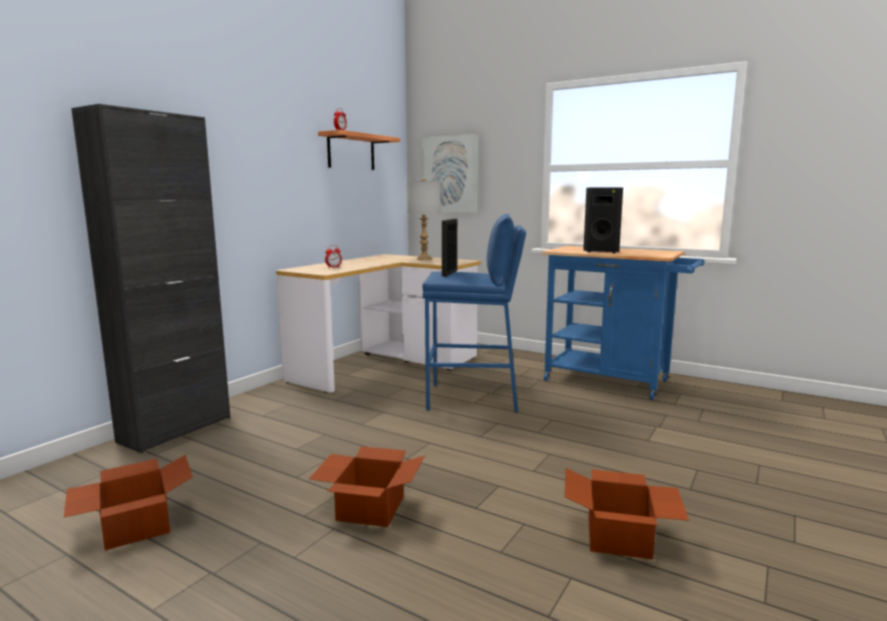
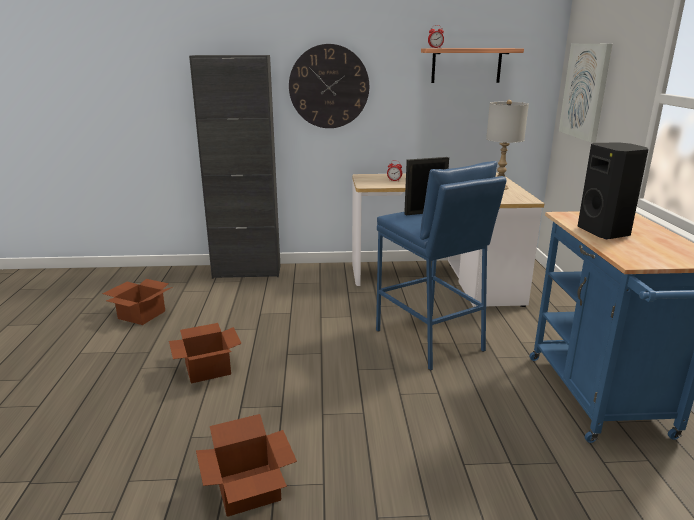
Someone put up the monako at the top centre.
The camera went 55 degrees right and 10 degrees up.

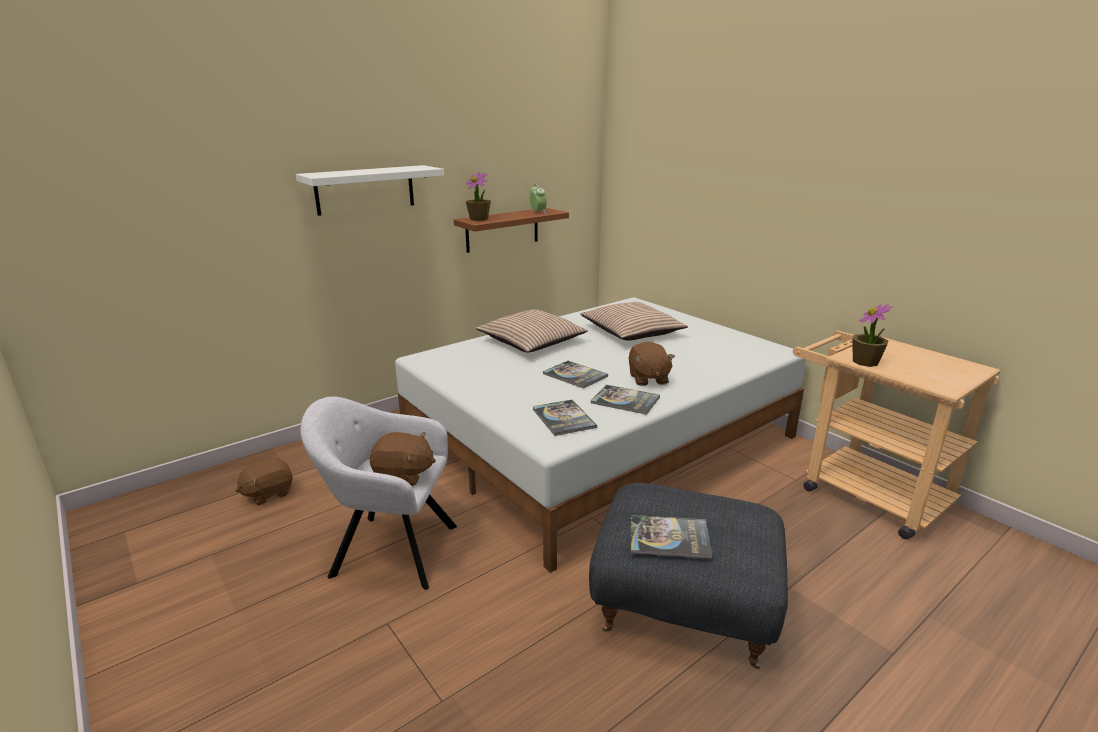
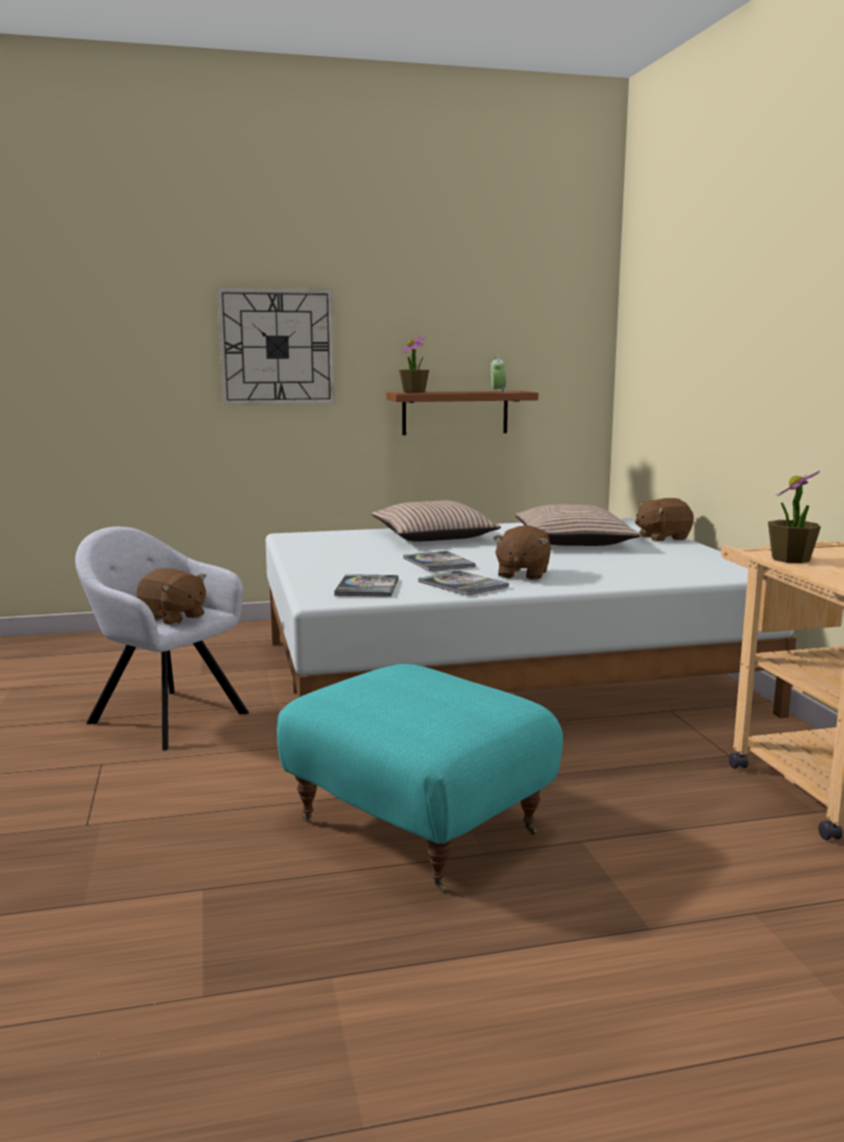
Someone swapped the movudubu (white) at the top centre for the monako at the top left.
Someone repainted the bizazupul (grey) at the bottom centre, which became the bizazupul (turquoise) at the bottom centre.
Someone carried the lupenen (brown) (1st from left in the first image) from the middle left to the middle right.
Someone took away the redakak (4th from left) at the bottom centre.
The camera went 25 degrees right and 10 degrees down.

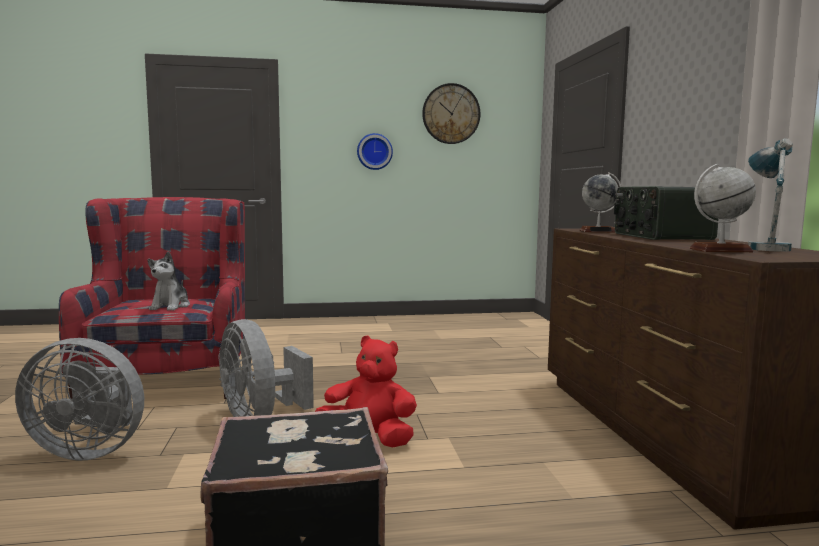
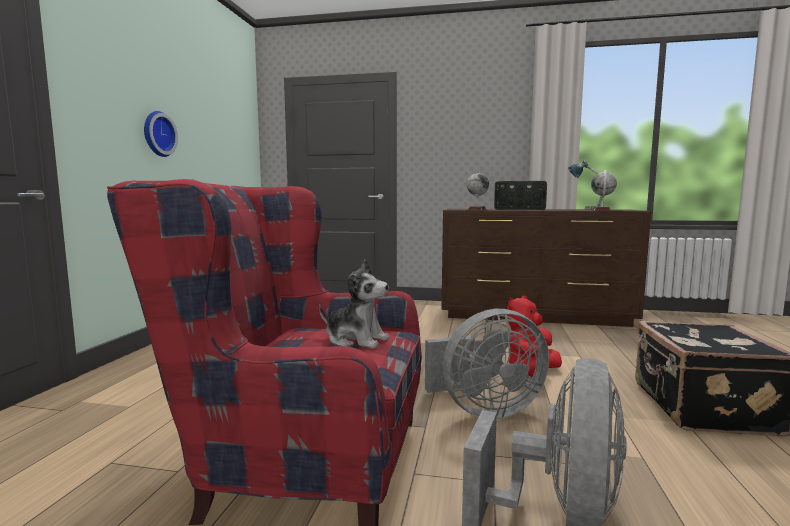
Someone took away the monako (2nd from left) at the top centre.
The camera went 70 degrees left and 0 degrees up.

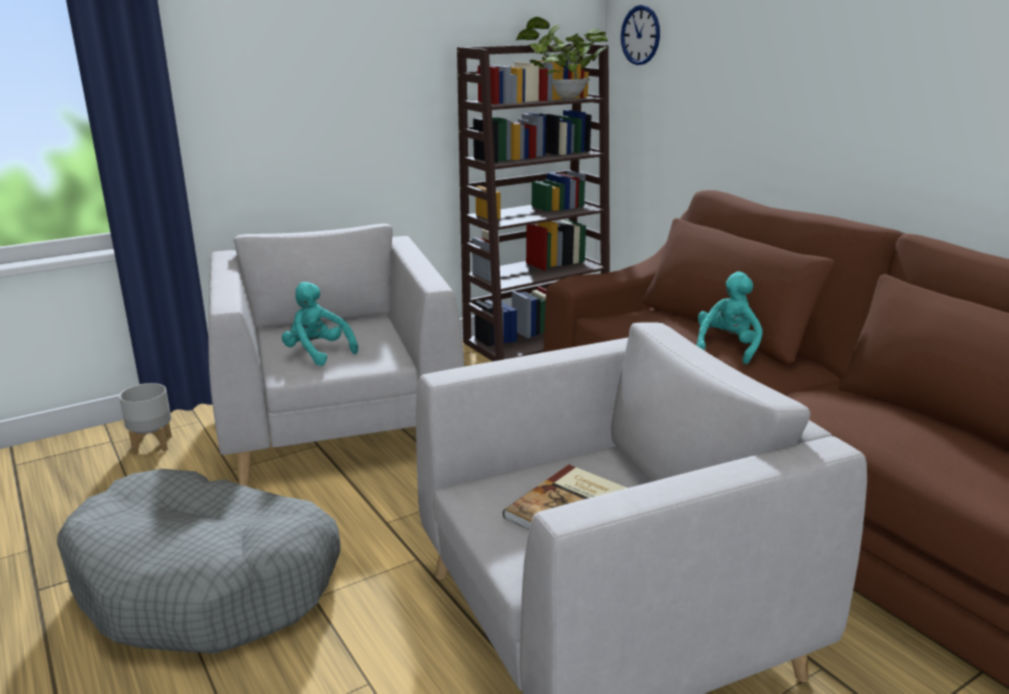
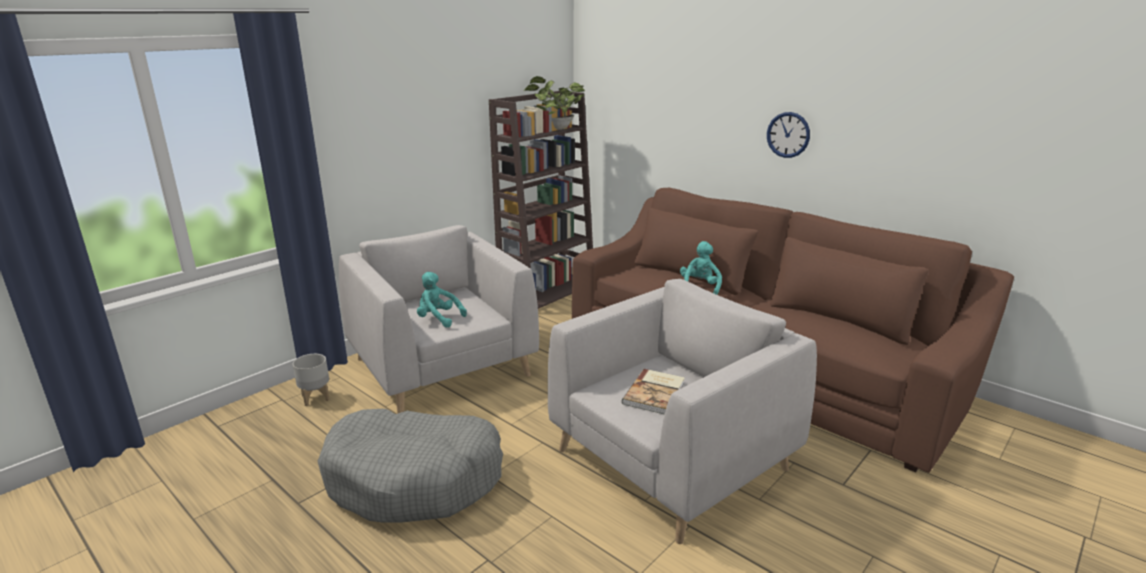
Someone carried the monako from the top centre to the top right.
The camera went 15 degrees left and 0 degrees up.

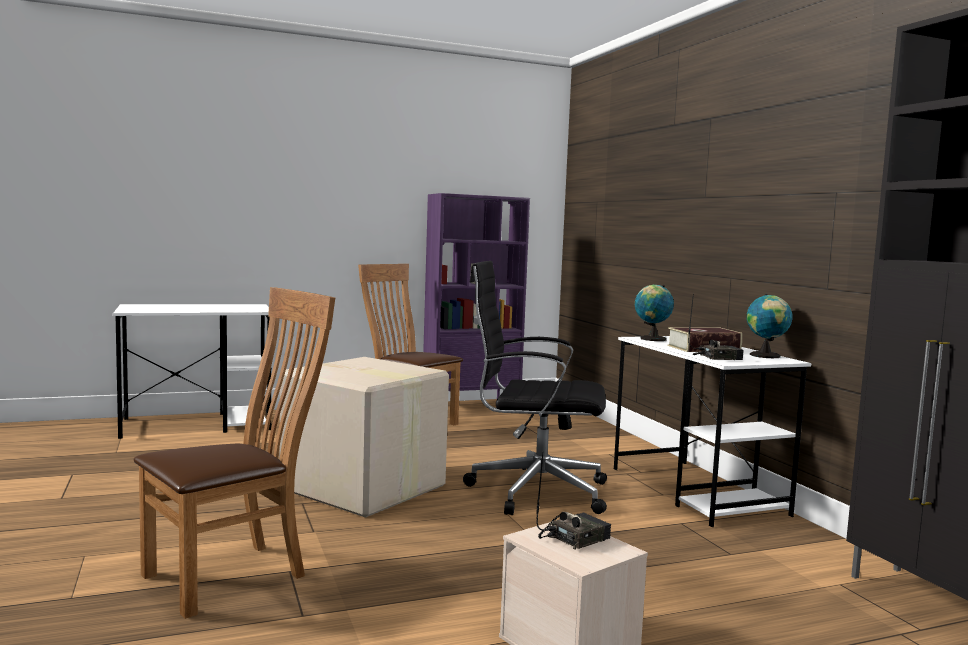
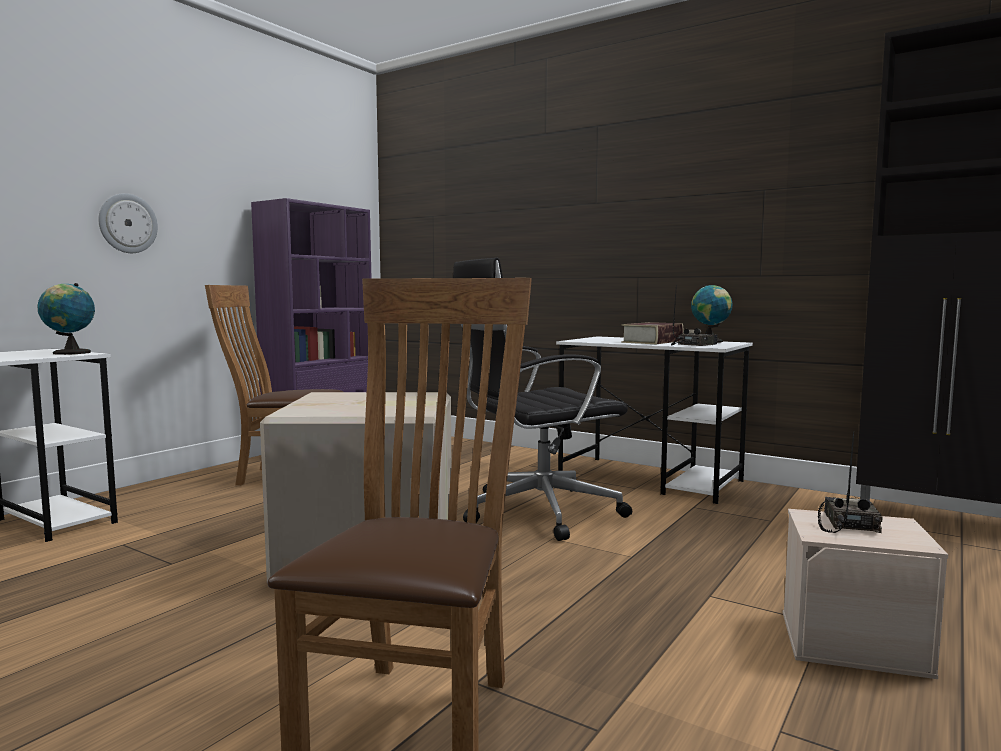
Someone carried the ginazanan (1st from left) from the middle right to the middle left.
Someone put up the monako at the top left.
The camera went 35 degrees left and 0 degrees up.

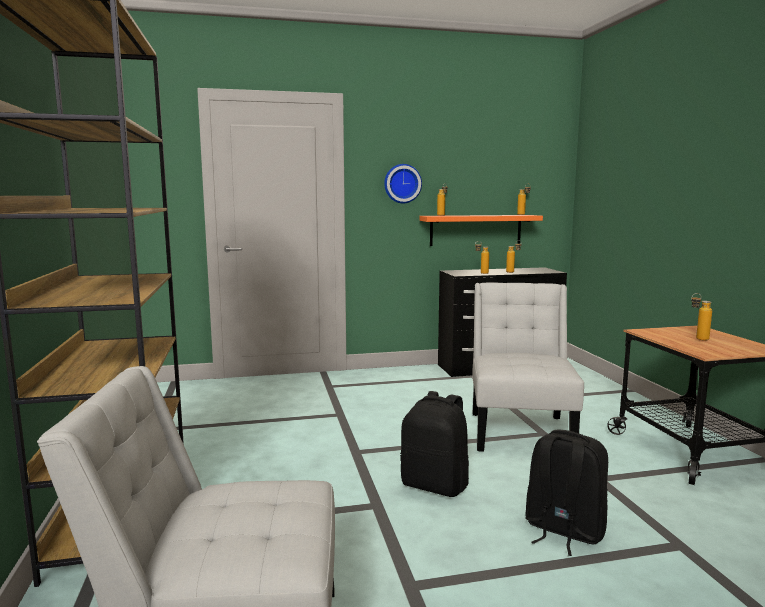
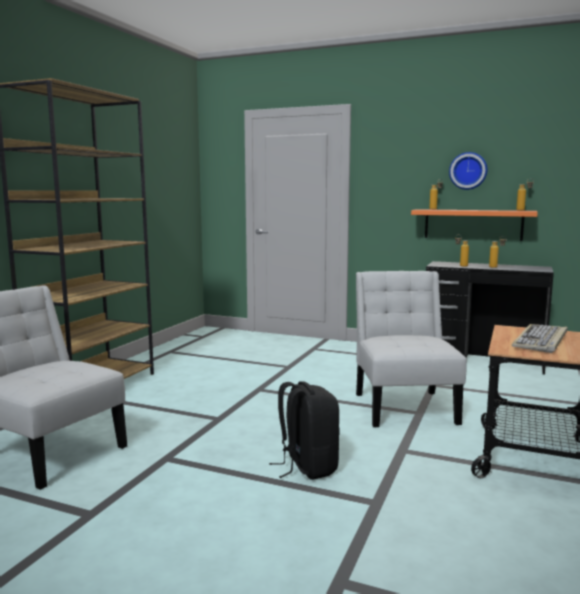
Someone rotated the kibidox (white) (2nd from left) at the middle right by 45 degrees counterclockwise.
Someone carried the monako from the top centre to the top right.
Someone swapped the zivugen (5th from left) at the middle right for the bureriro at the middle right.
Someone took away the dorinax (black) (1st from left) at the bottom centre.
The camera went 35 degrees right and 0 degrees up.

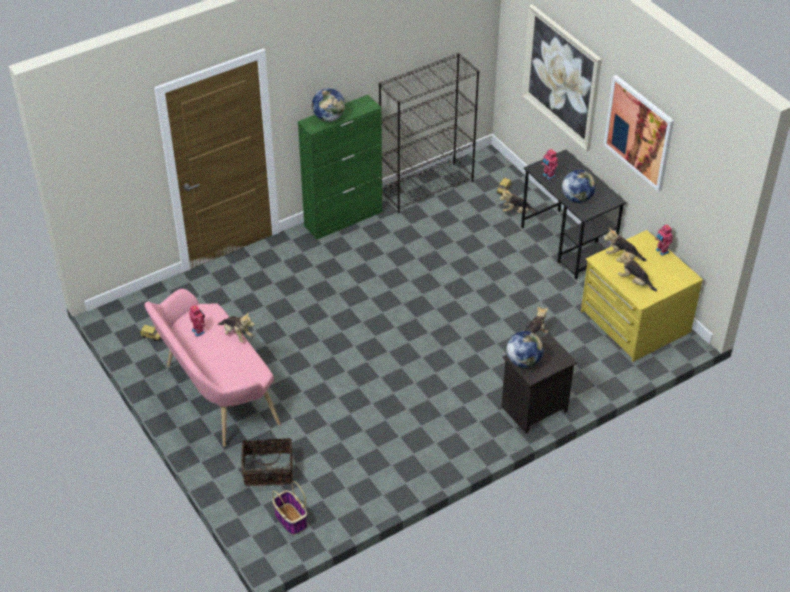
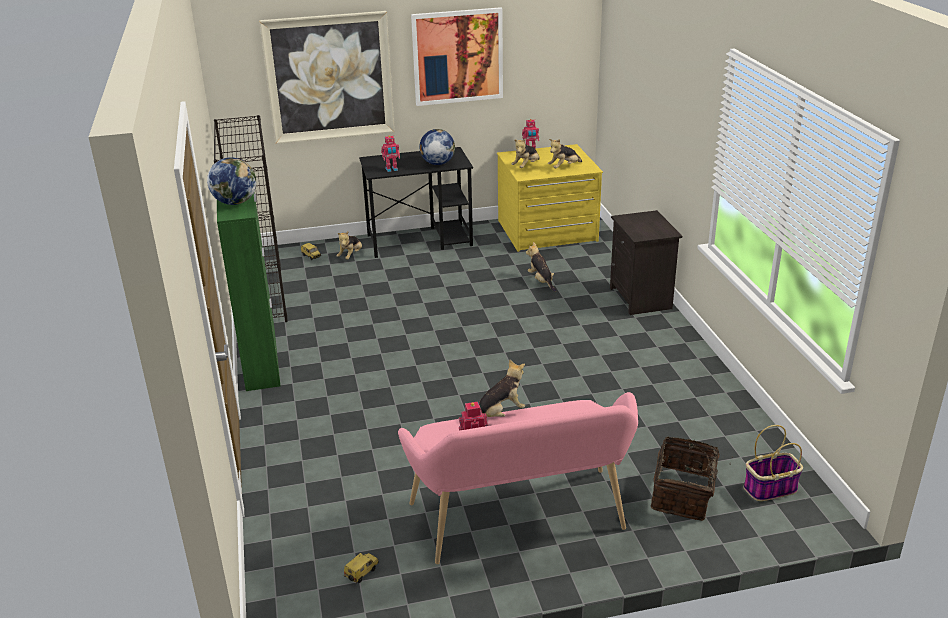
Someone took away the ginazanan (2nd from left) at the centre.
The camera went 70 degrees left and 15 degrees down.

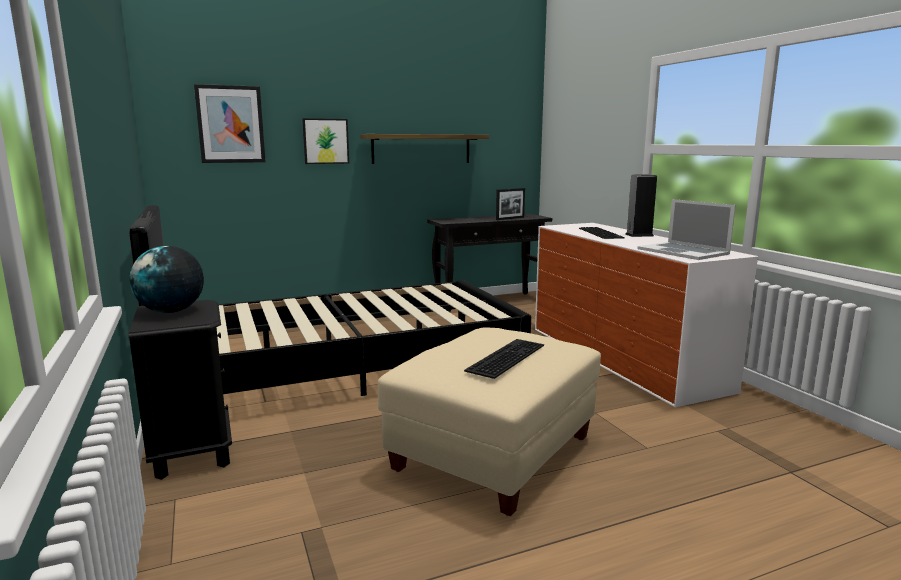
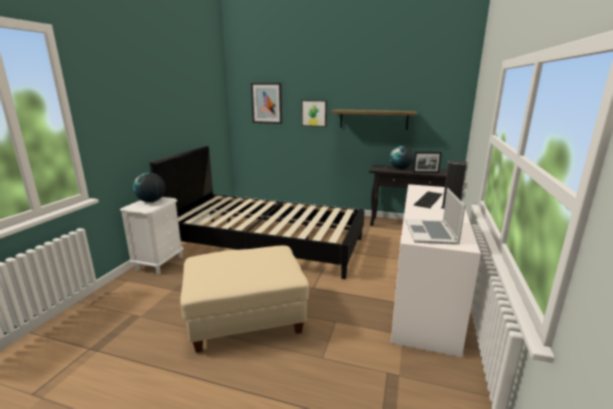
Someone repainted the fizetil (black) at the bottom left, which became the fizetil (white) at the middle left.
Someone put down the ginazanan (2nd from left) at the centre.
Someone took away the bureriro (1st from left) at the centre.
The camera went 40 degrees right and 5 degrees up.

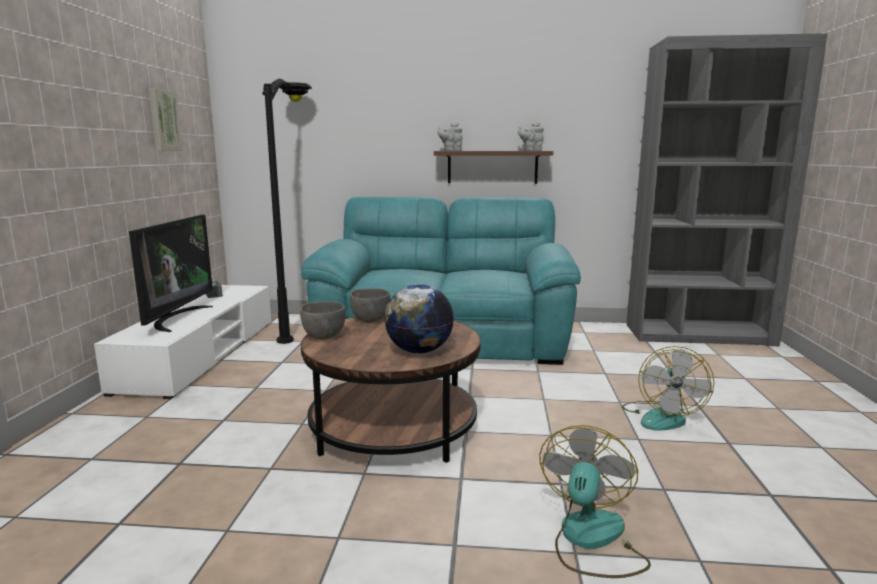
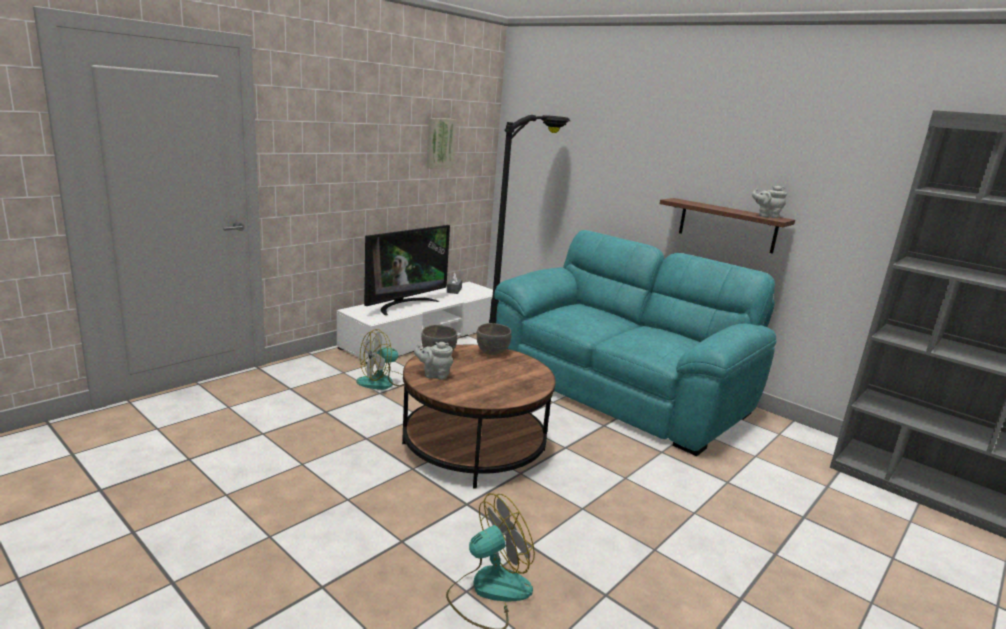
Someone carried the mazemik (2nd from left in the first image) from the middle right to the centre.
Someone carried the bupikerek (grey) (1st from left) from the top centre to the centre.
Someone took away the ginazanan at the centre.
The camera went 35 degrees right and 5 degrees up.

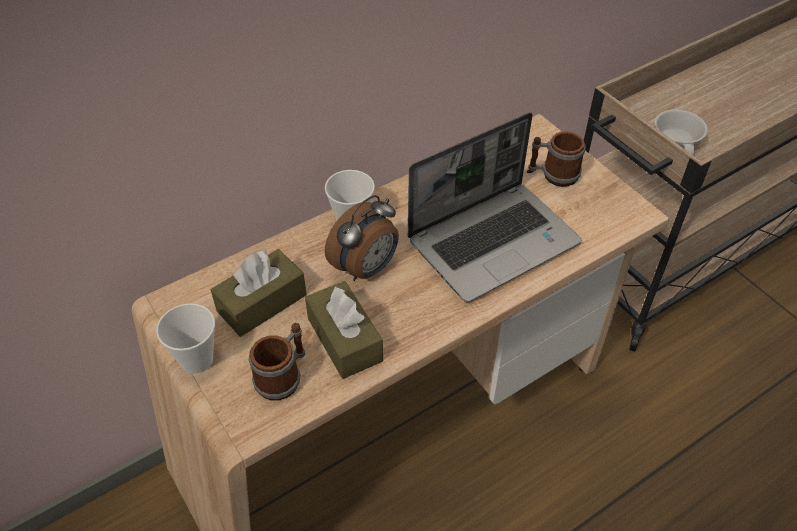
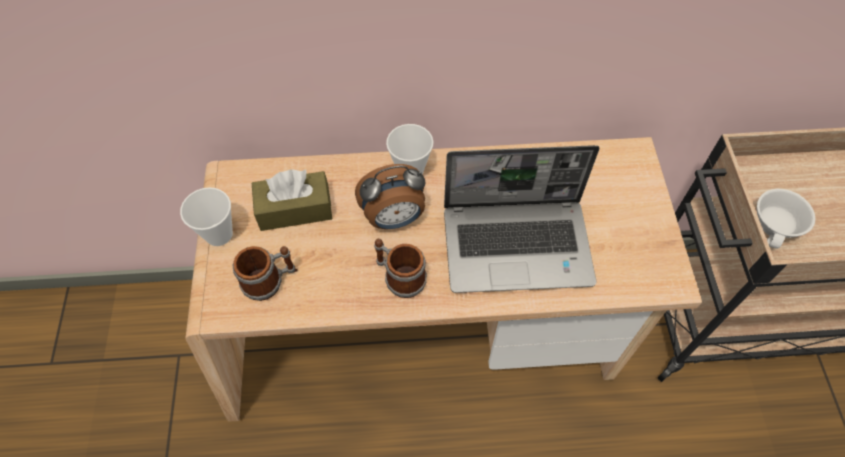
Someone carried the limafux (2nd from left) from the top right to the centre.
Someone took away the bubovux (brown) (2nd from left) at the centre.
The camera went 30 degrees right and 10 degrees up.

